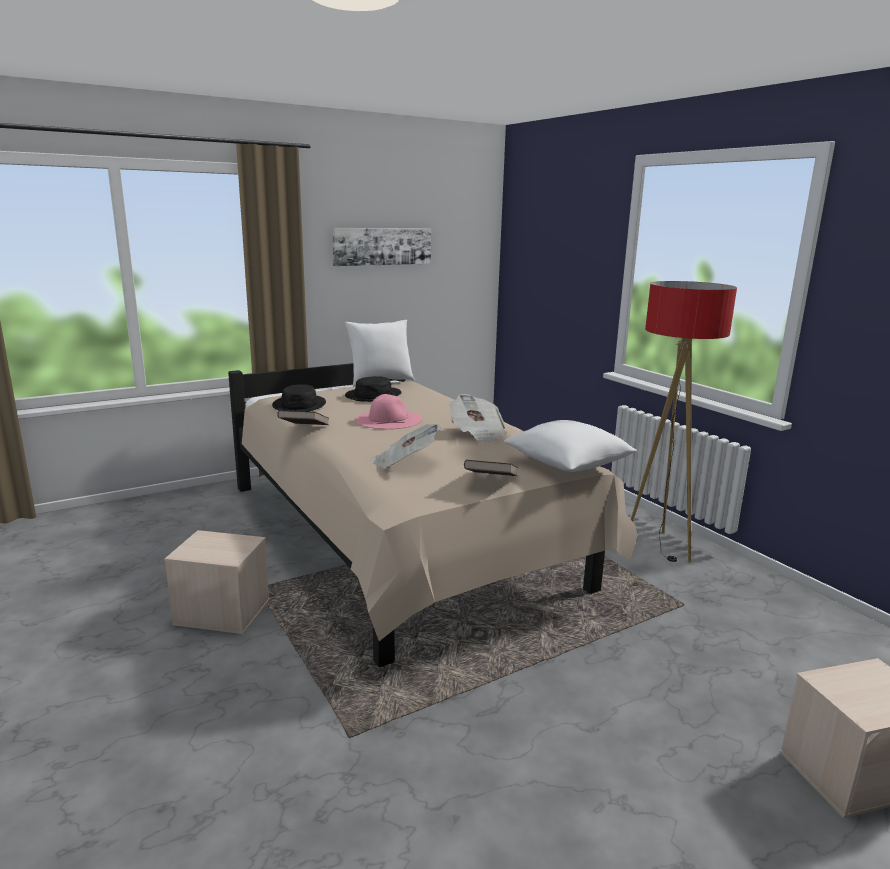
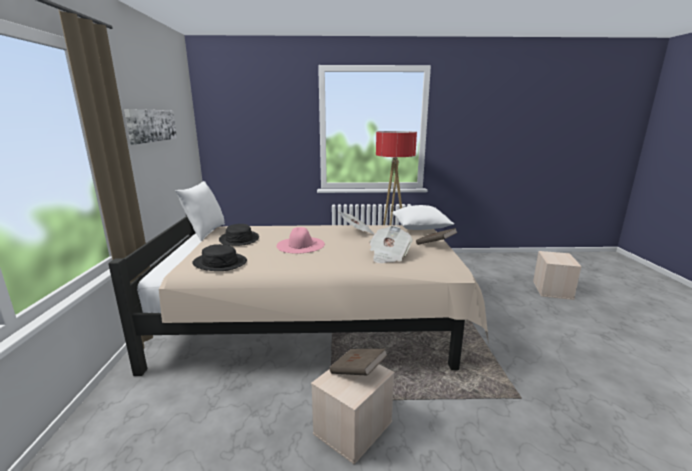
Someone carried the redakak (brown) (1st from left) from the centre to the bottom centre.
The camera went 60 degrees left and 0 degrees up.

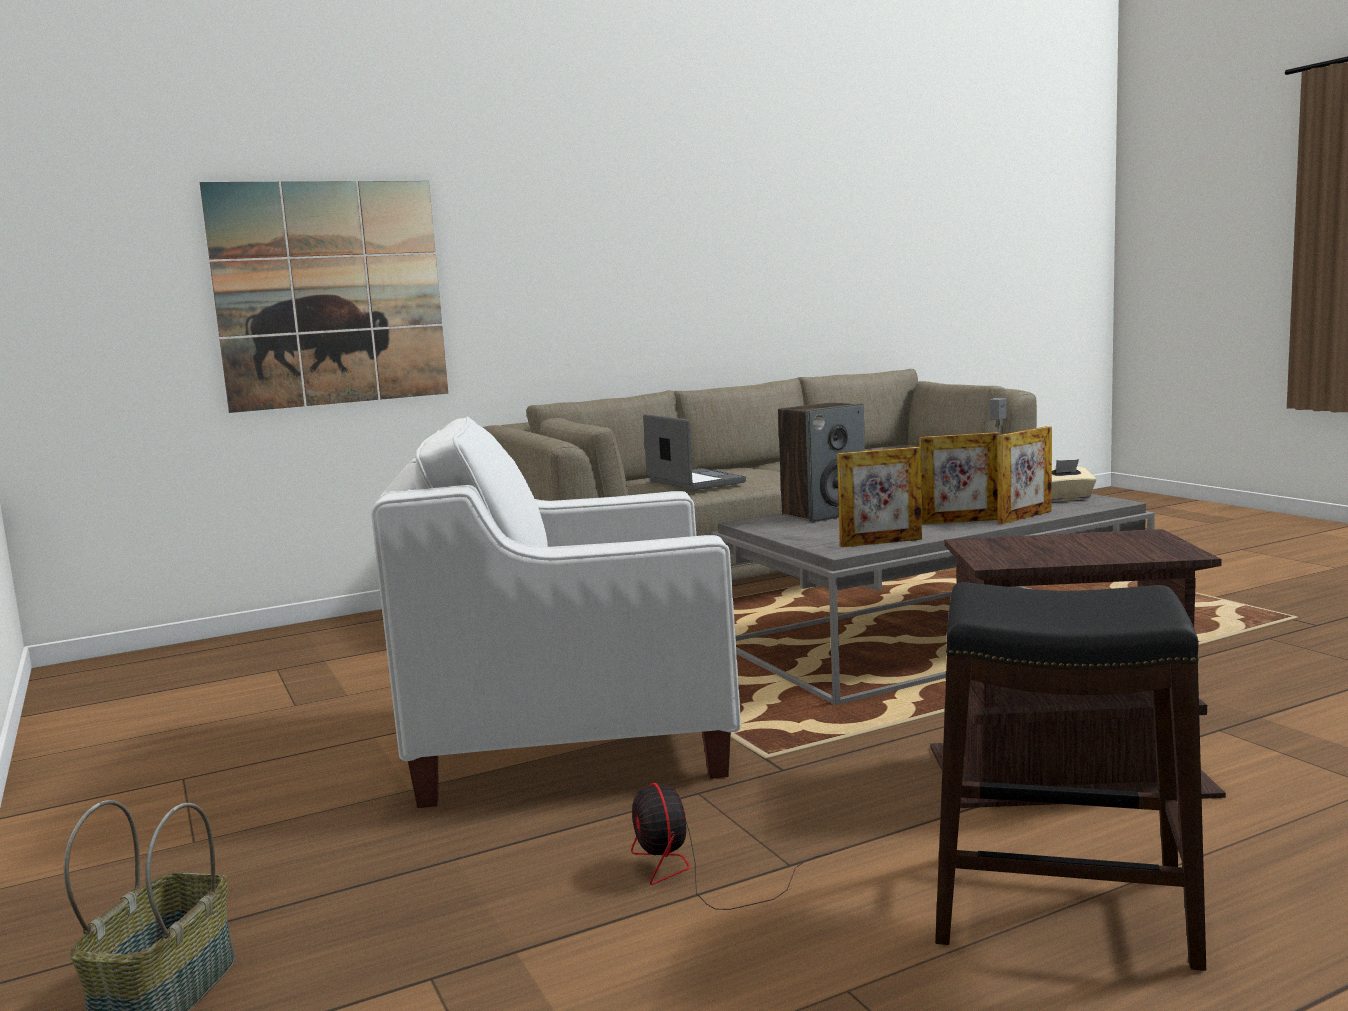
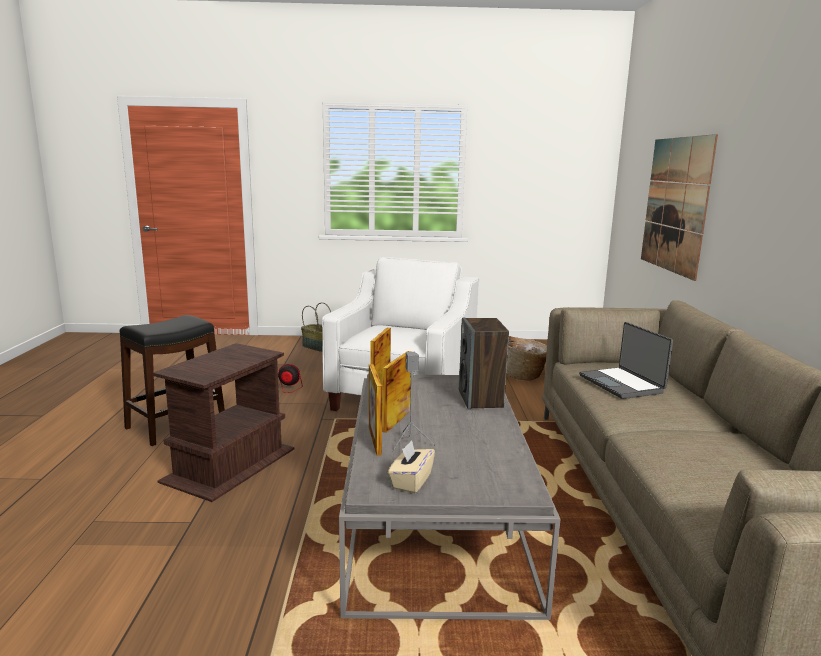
Someone put down the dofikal (2nd from left) at the centre.
Someone rotated the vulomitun at the centre by 75 degrees clockwise.
The camera went 115 degrees right and 5 degrees up.

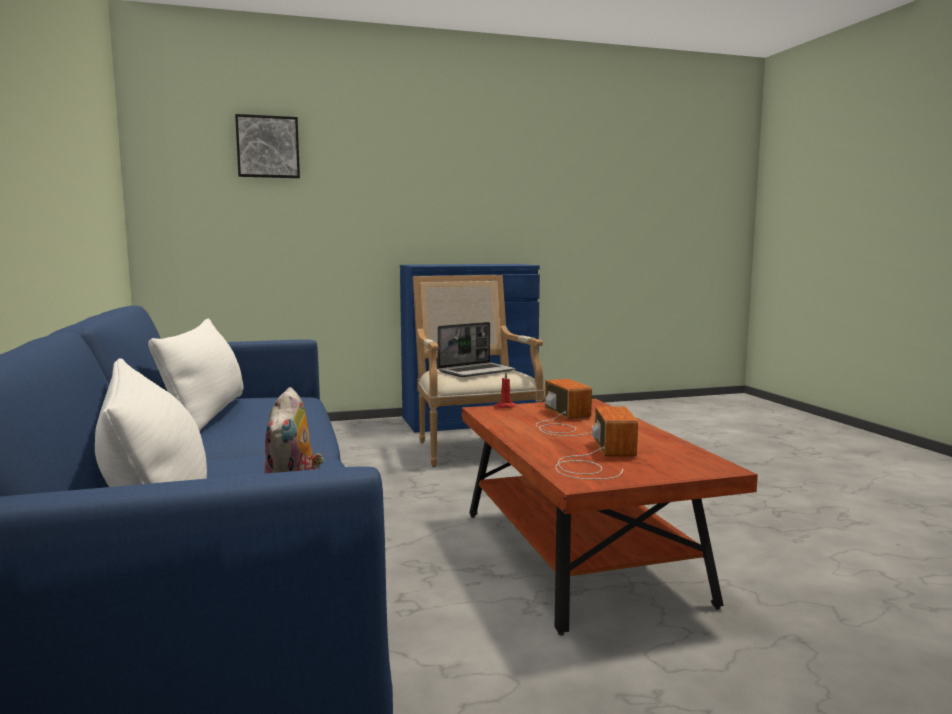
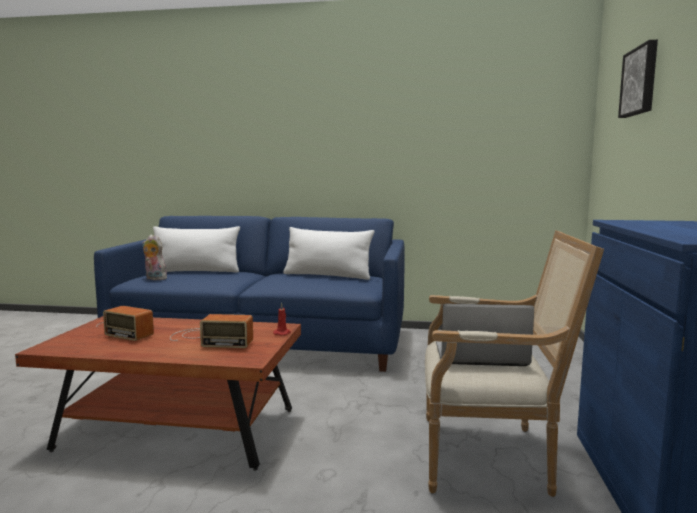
Someone rotated the vulomitun at the centre by 105 degrees clockwise.
The camera went 115 degrees right and 0 degrees up.

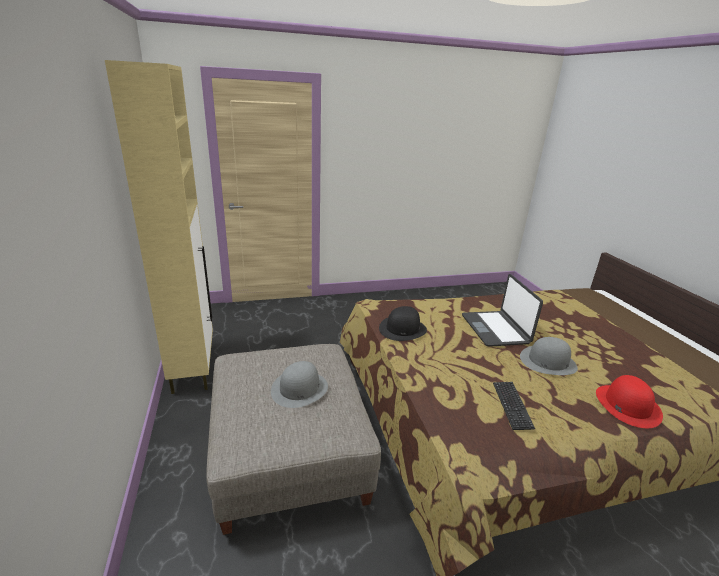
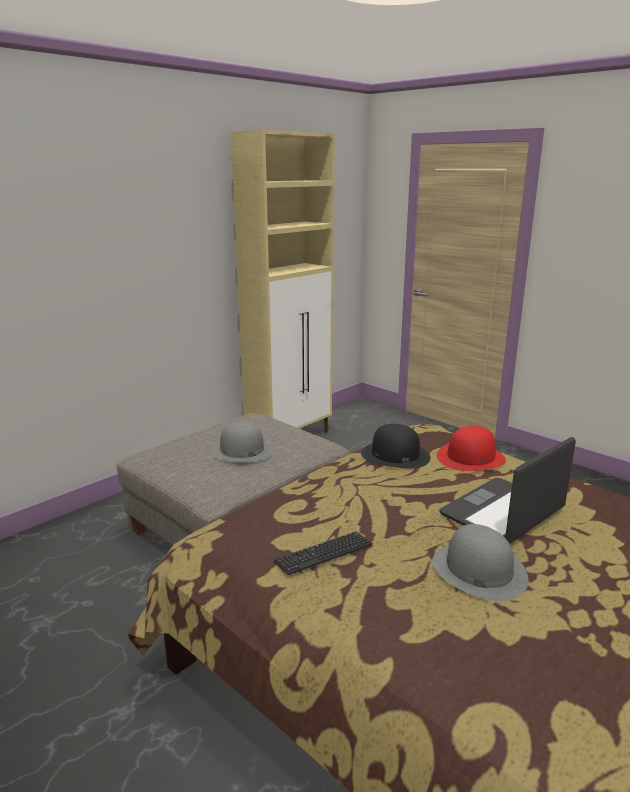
Someone carried the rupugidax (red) from the bottom right to the middle right.
The camera went 60 degrees right and 5 degrees down.

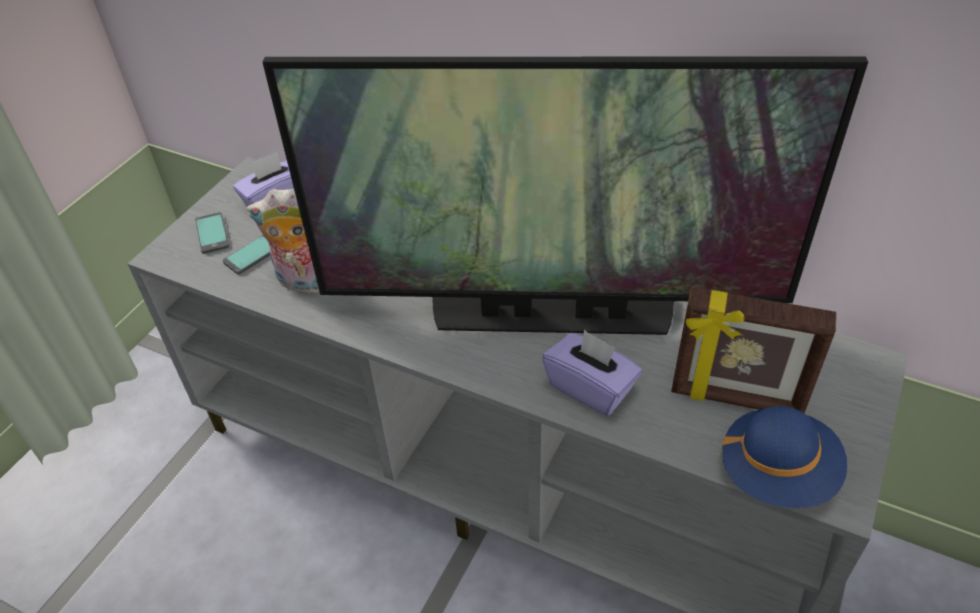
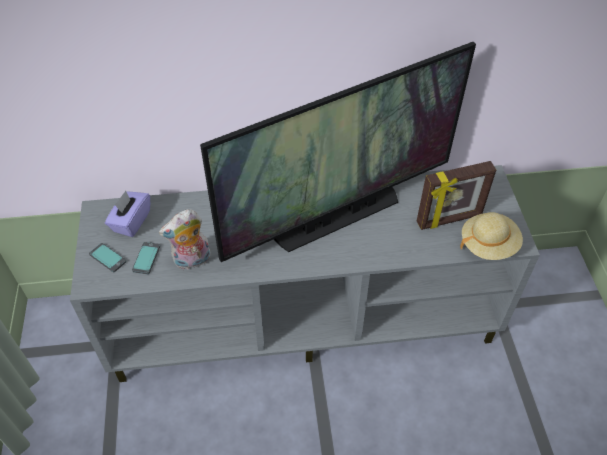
Someone repainted the rupugidax (blue) at the bottom right, which became the rupugidax (beige) at the middle right.
Someone took away the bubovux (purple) (2nd from left) at the centre.
The camera went 35 degrees left and 5 degrees up.

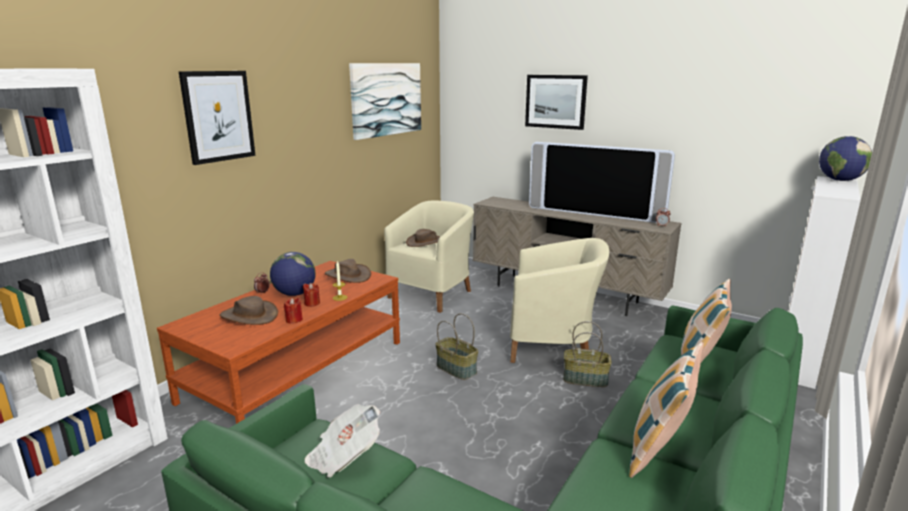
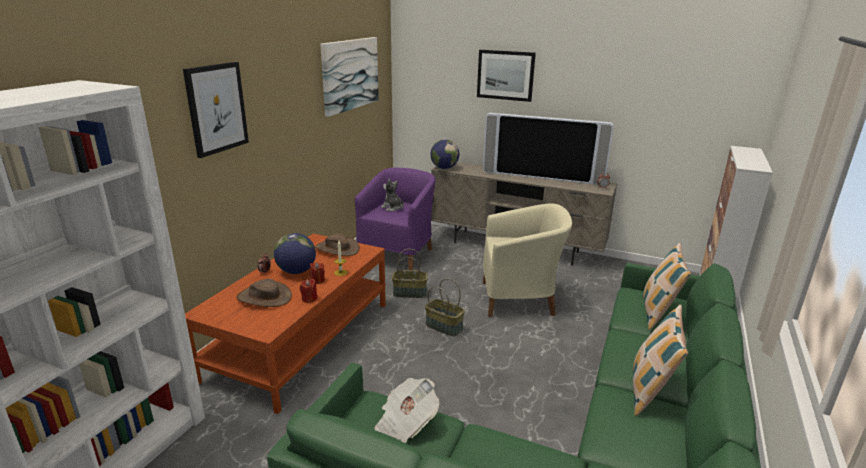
Someone repainted the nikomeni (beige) (1st from left) at the centre, which became the nikomeni (purple) at the centre.
Someone swapped the rupugidax (brown) (3rd from left) at the centre for the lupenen at the centre.
Someone carried the dofikal (2nd from left in the first image) from the bottom centre to the centre.
Someone carried the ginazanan (2nd from left) from the top right to the top centre.
The camera went 10 degrees left and 5 degrees up.

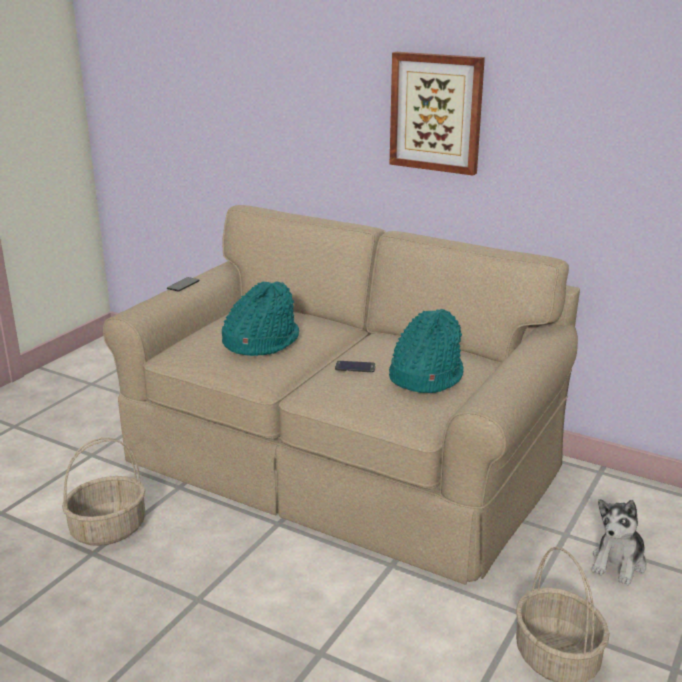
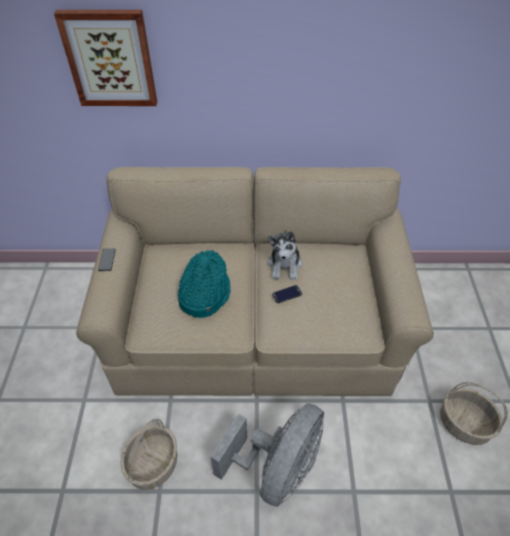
Someone carried the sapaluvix from the top centre to the top left.
Someone put down the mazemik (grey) at the bottom centre.
Someone carried the lupenen from the bottom right to the centre.
Someone took away the rupugidax (turquoise) (2nd from left) at the centre.
The camera went 30 degrees left and 25 degrees up.

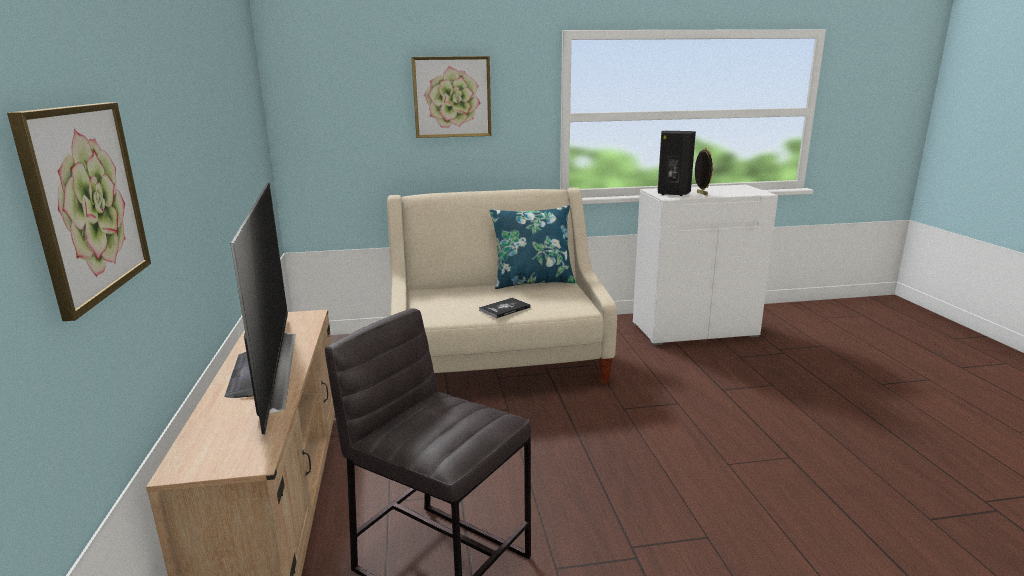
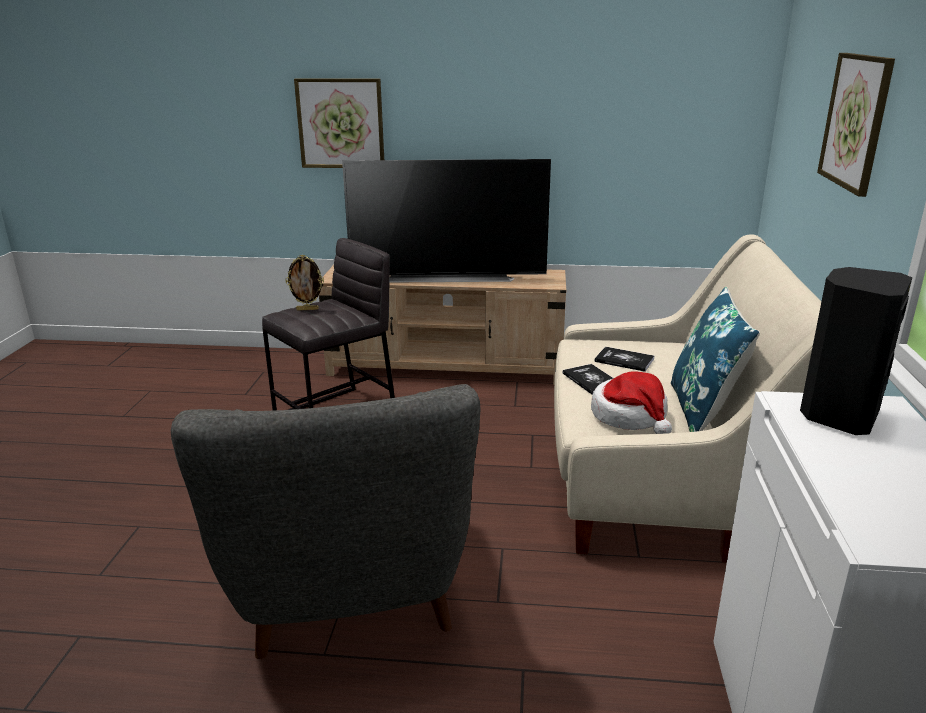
Someone put down the nikomeni (grey) at the bottom centre.
Someone carried the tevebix from the top right to the middle left.
Someone put down the rupugidax at the middle right.
Someone put down the redakak (2nd from left) at the middle right.
The camera went 105 degrees right and 5 degrees up.

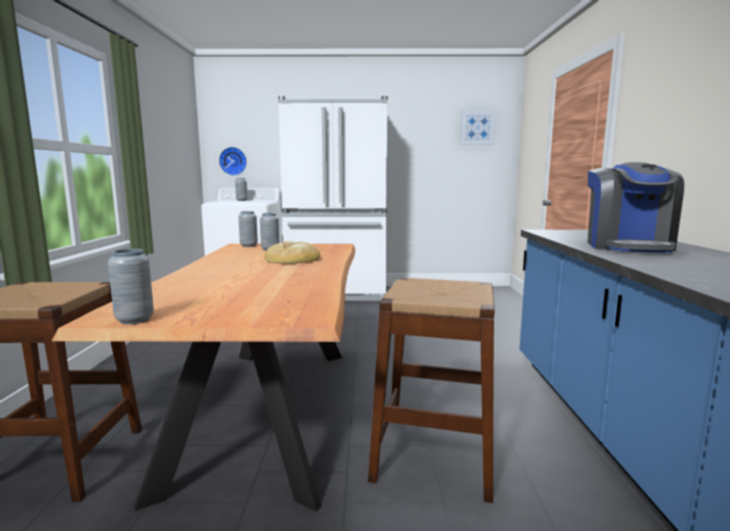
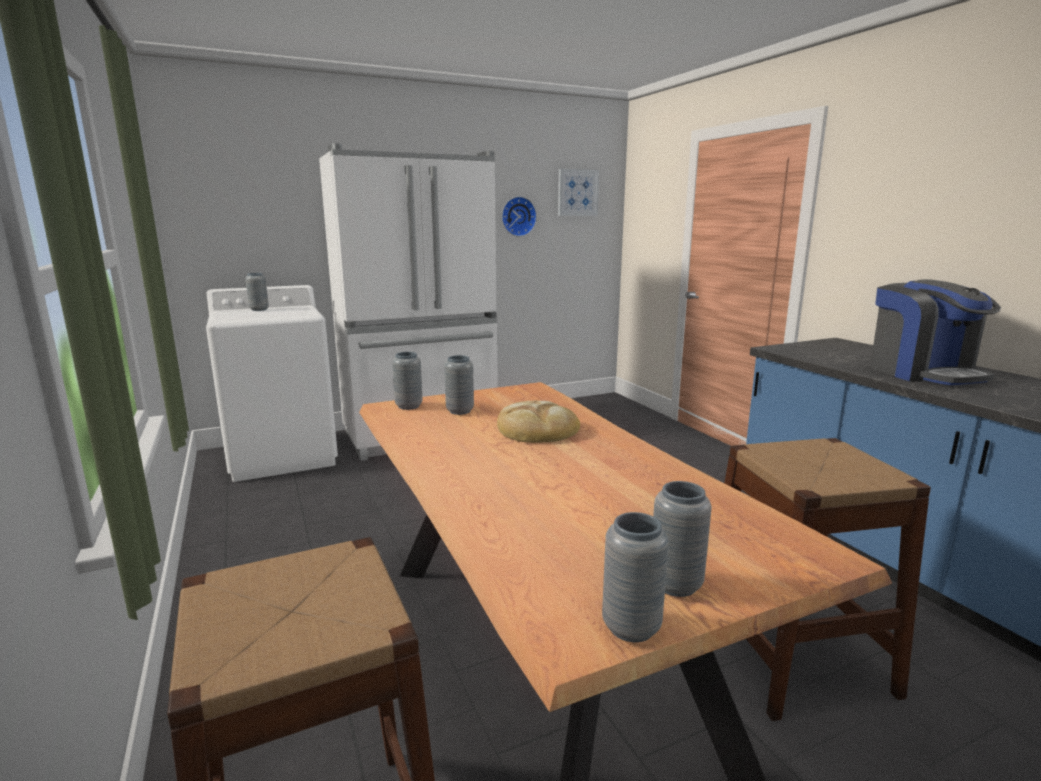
Someone carried the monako from the top left to the top centre.
Someone put down the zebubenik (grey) (5th from left) at the bottom centre.
The camera went 25 degrees left and 5 degrees up.

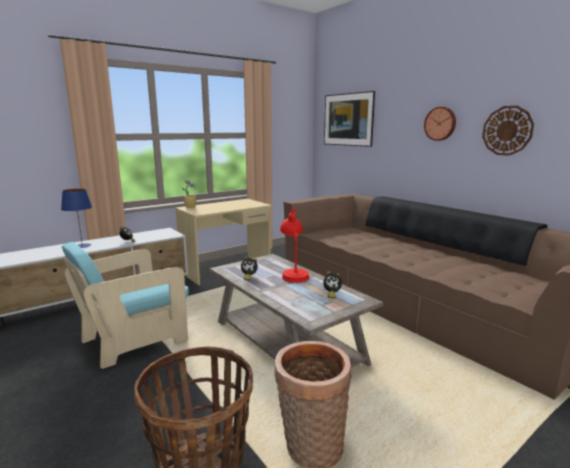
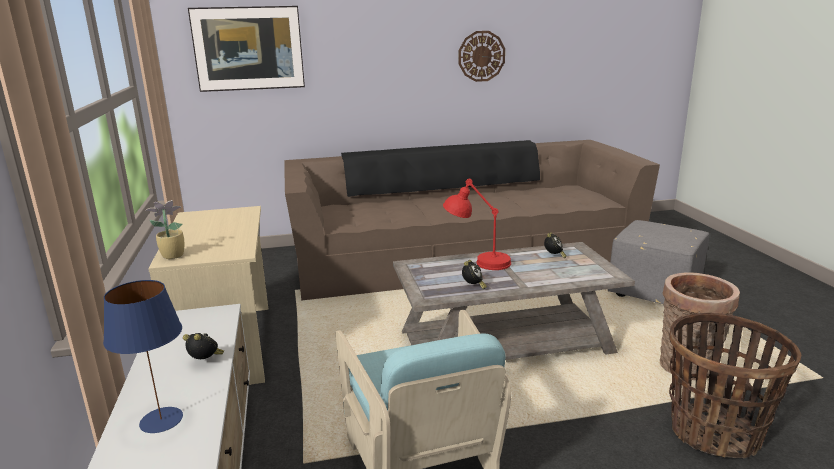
Someone put down the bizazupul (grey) at the middle right.
Someone took away the monako (1st from left) at the top right.
The camera went 65 degrees left and 5 degrees up.

